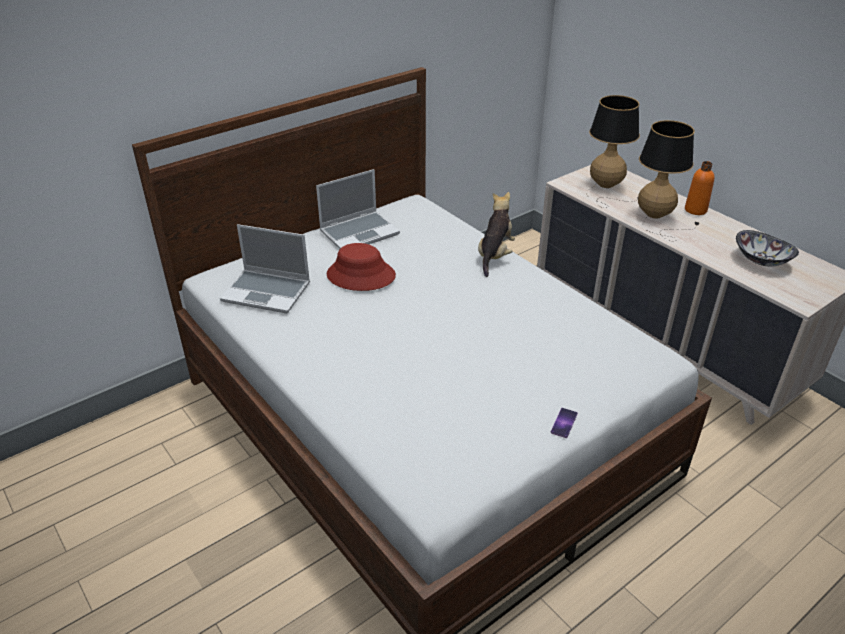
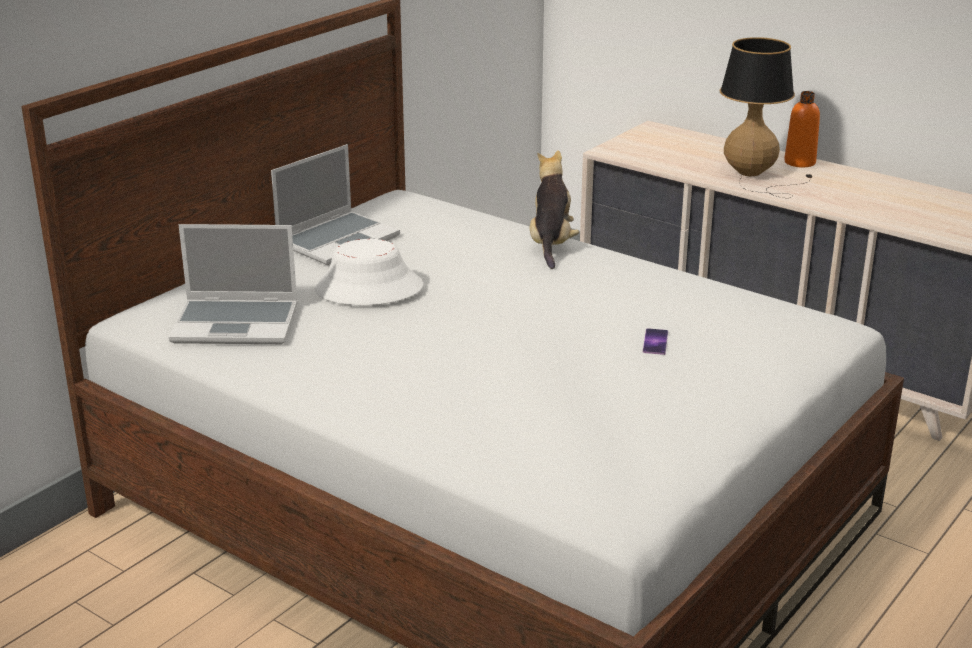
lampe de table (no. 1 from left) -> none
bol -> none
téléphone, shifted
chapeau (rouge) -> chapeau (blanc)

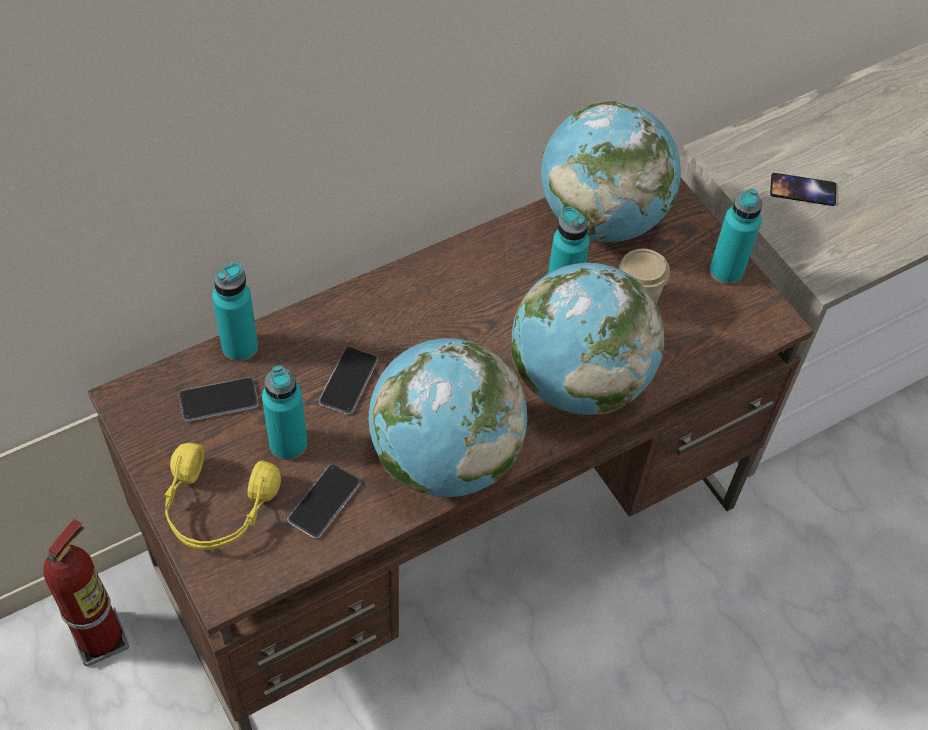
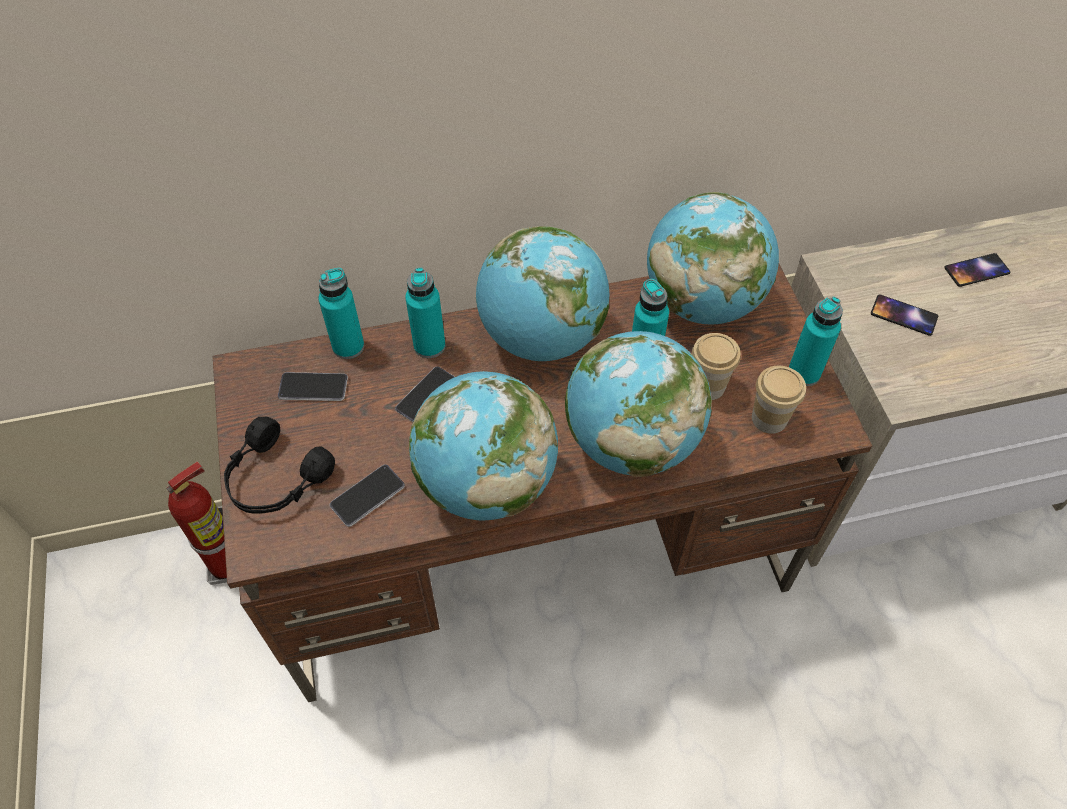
none -> globe (no. 2 from left)
none -> tasse (no. 2 from left)
none -> téléphone (no. 5 from left)
bouteille (turquoise) (no. 2 from left), shifted
casque audio (jaune) -> casque audio (noir)

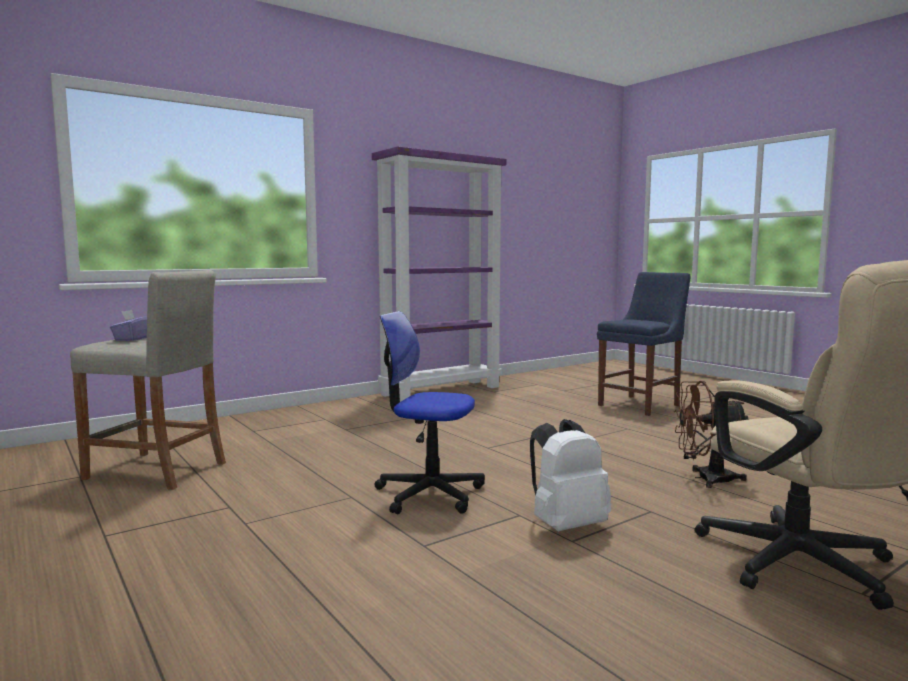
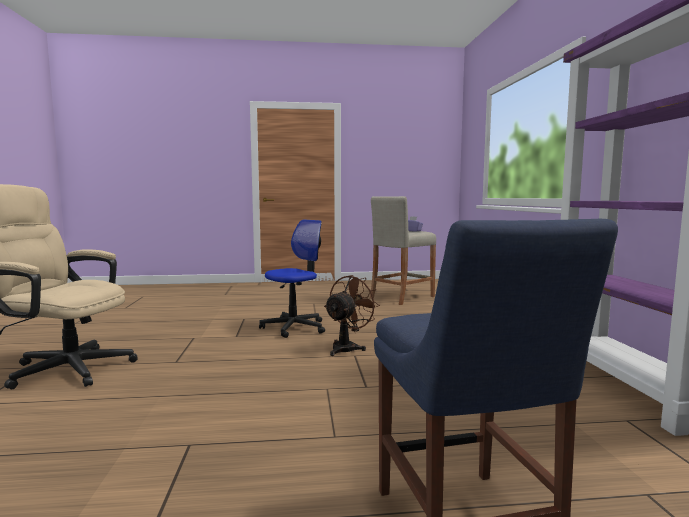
sac à dos (blanc) -> none
ventilateur (marron), shifted

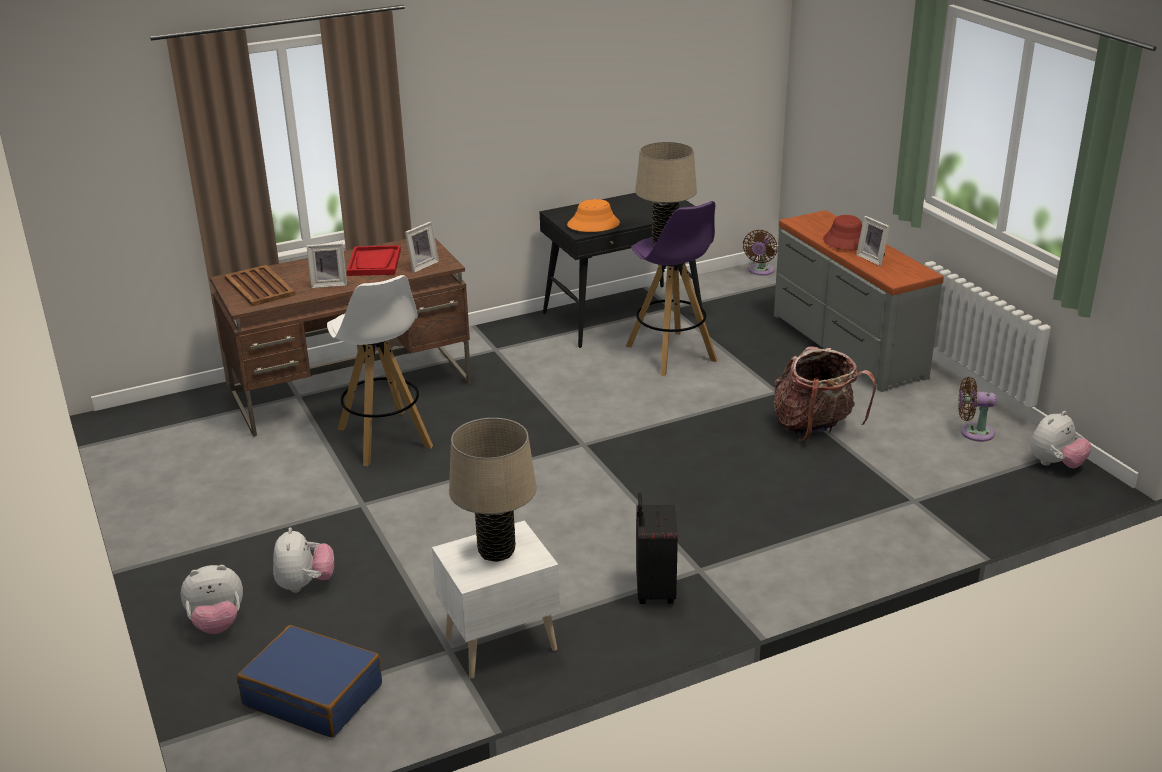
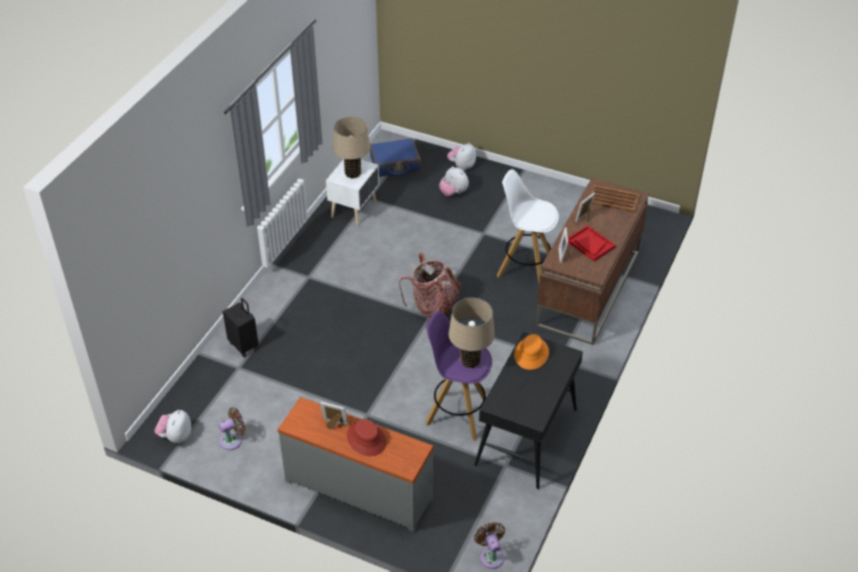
valise (noir), shifted
sac à dos, shifted

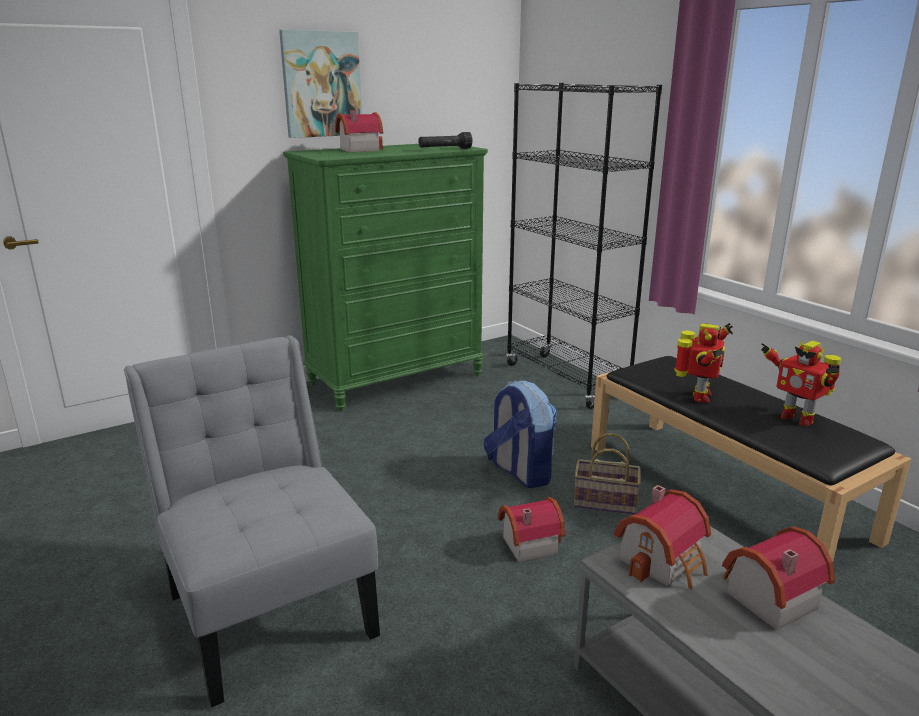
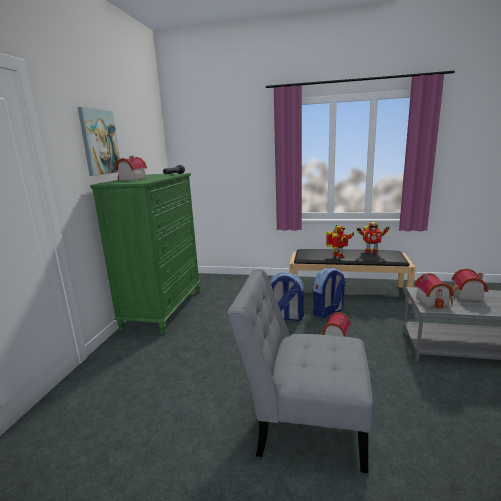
bibliothèque (noir) -> none
panier -> sac à dos (no. 2 from left)

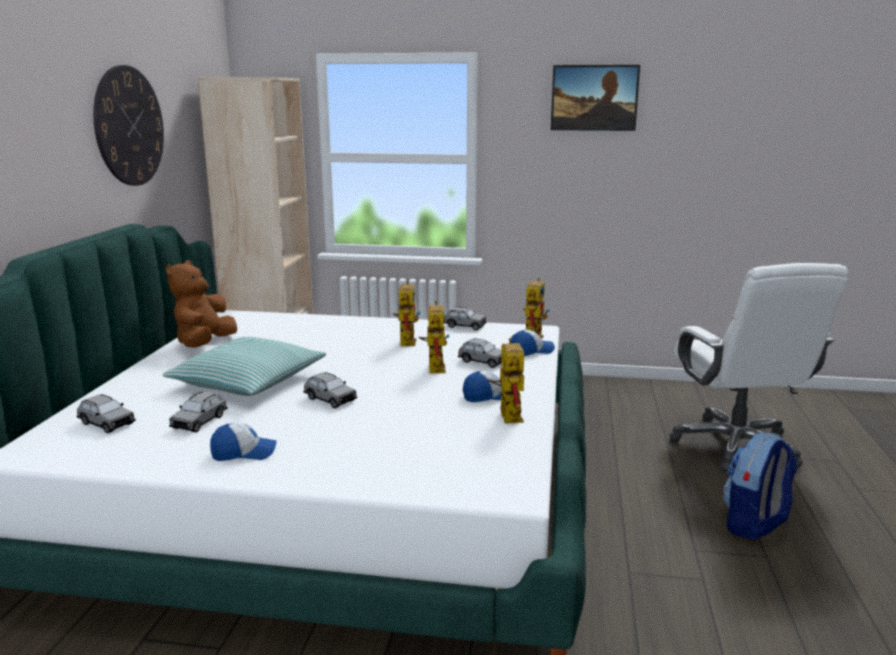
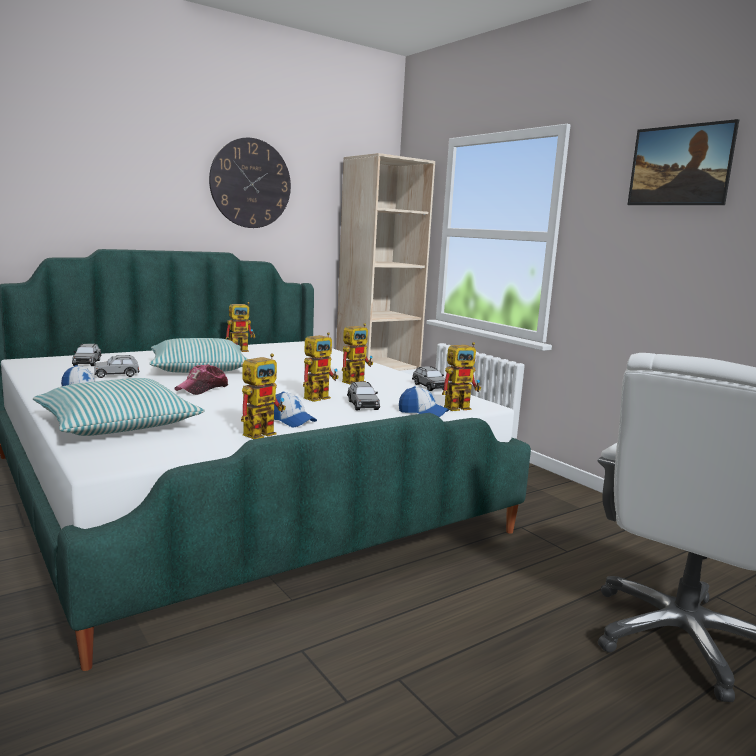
sac à dos -> none
none -> coussin (no. 1 from left)
peluche (marron) -> robot jouet (no. 1 from left)
petite voiture (gris) (no. 3 from left) -> casquette (no. 2 from left)

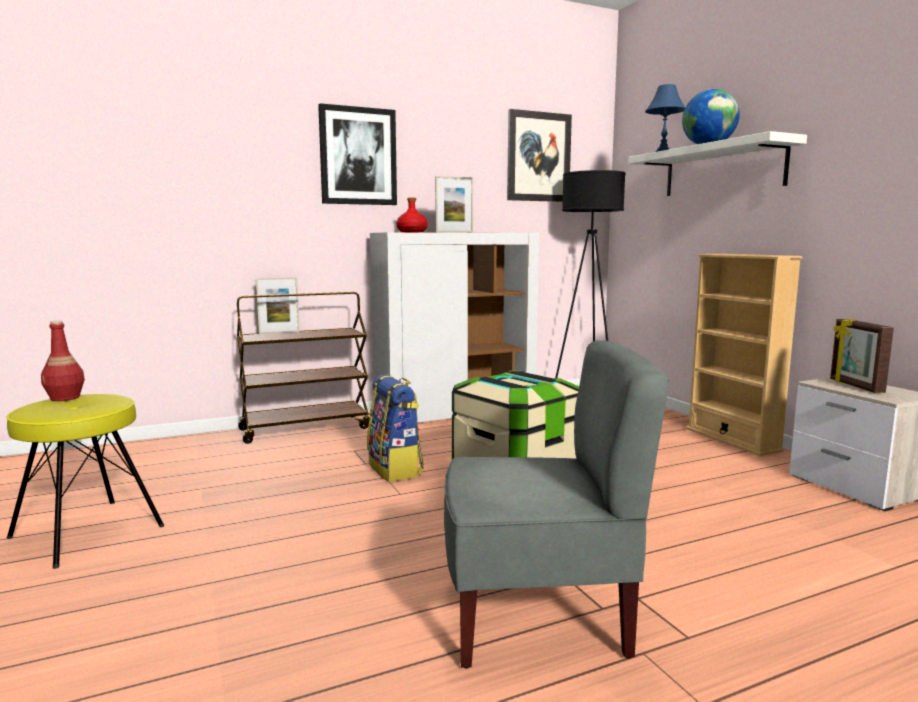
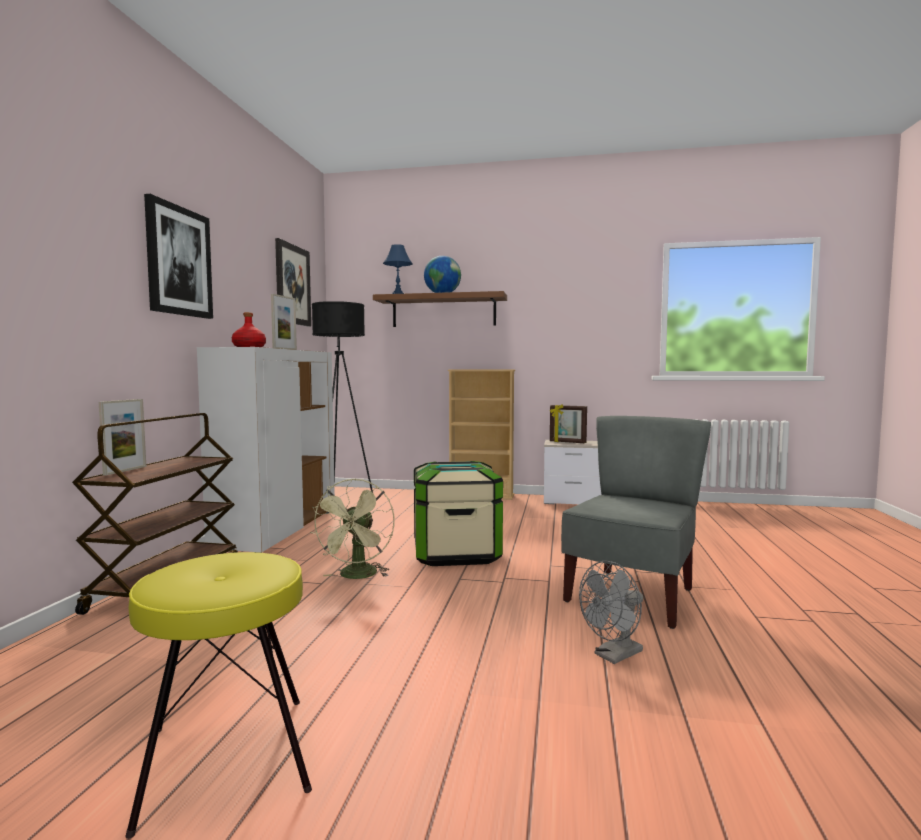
bouteille (rouge) (no. 1 from left) -> none
none -> ventilateur (gris)
sac à dos -> ventilateur (vert)
étagère (blanc) -> étagère (marron)

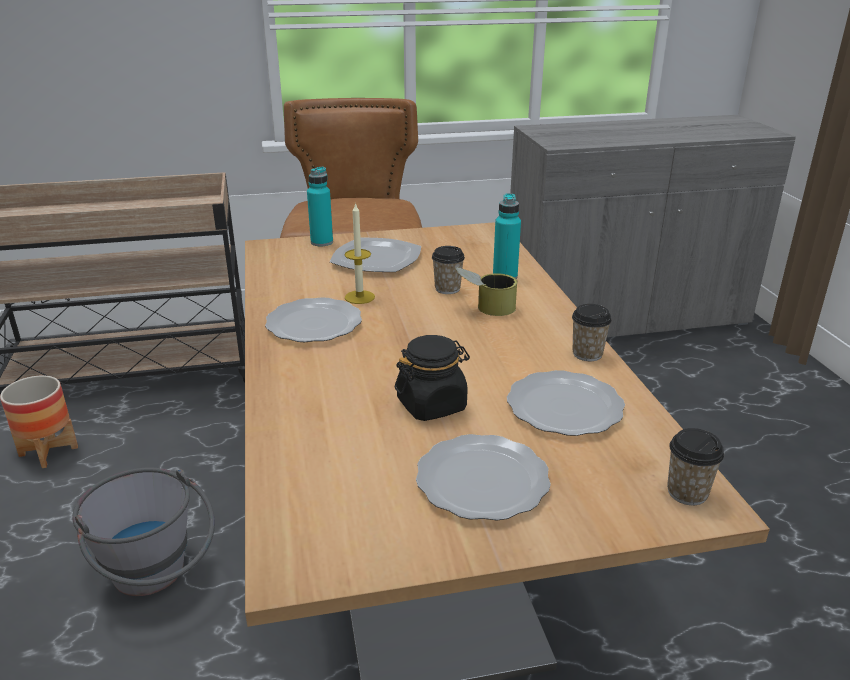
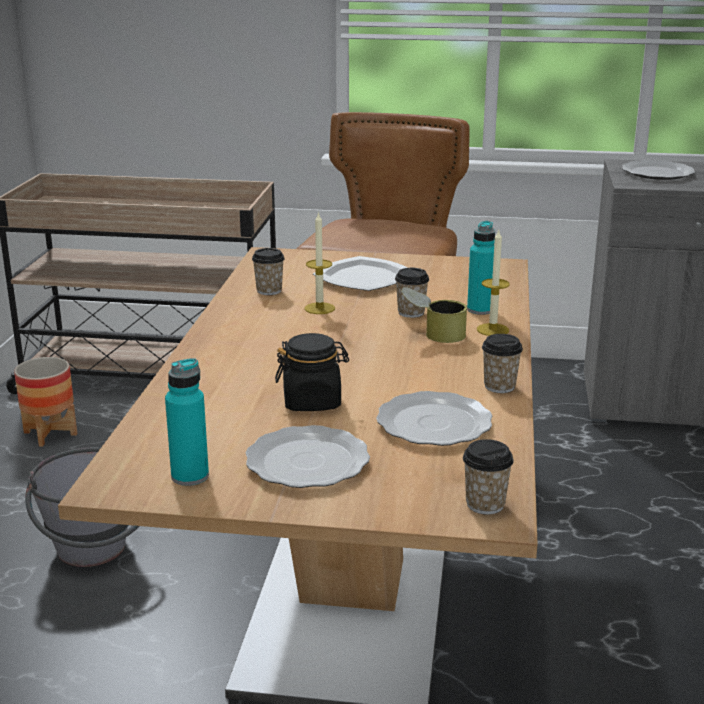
none -> tasse (no. 1 from left)
none -> bougie (no. 2 from left)
assiette (no. 1 from left in the first image) -> assiette (no. 4 from left), shifted
bouteille (turquoise) (no. 1 from left), shifted

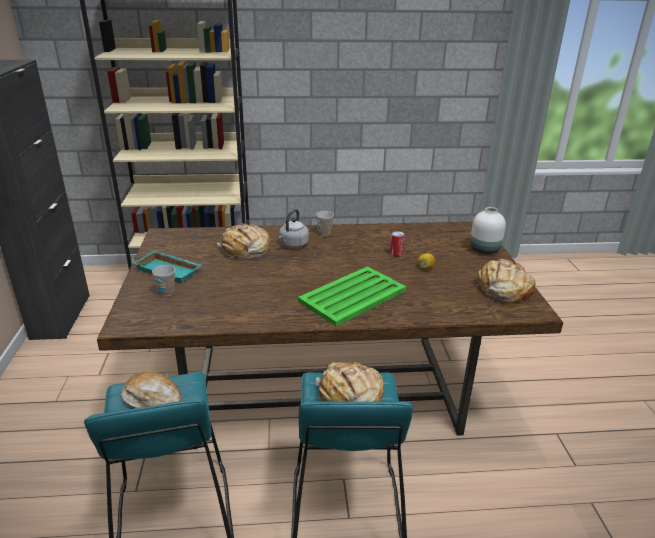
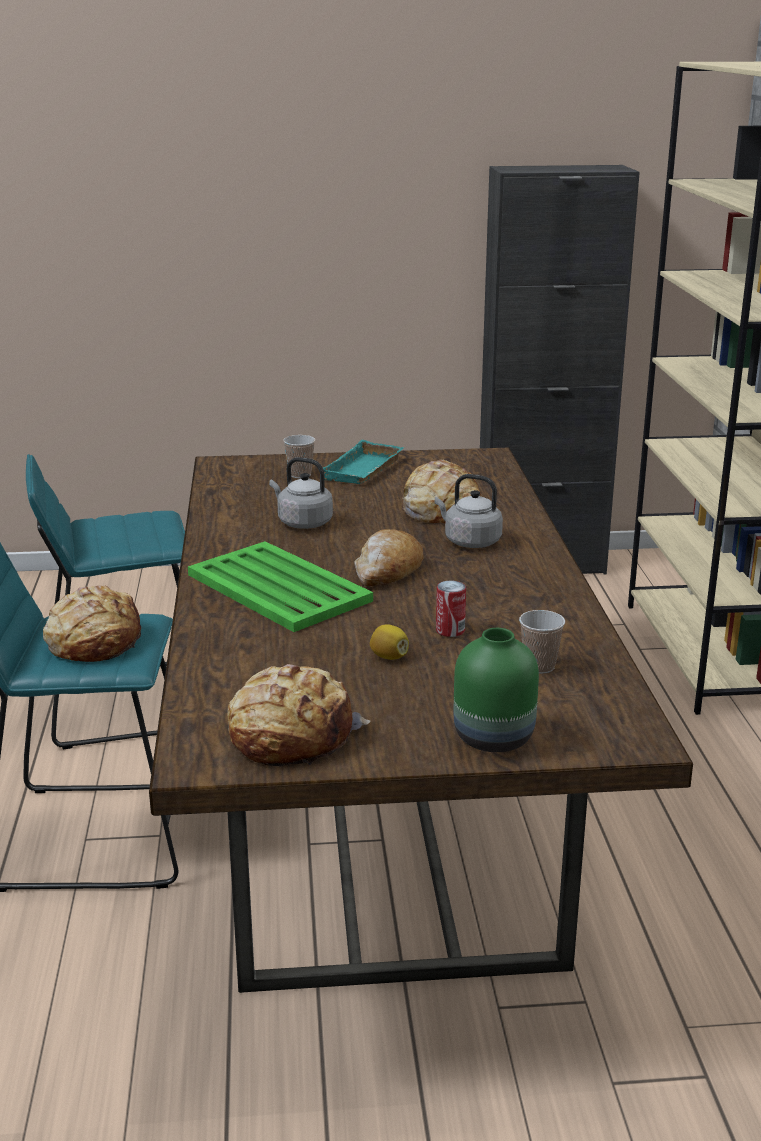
none -> bouilloire (gris) (no. 1 from left)
pain (no. 1 from left in the first image) -> pain (no. 3 from left), shifted
tasse (no. 2 from left), shifted
vase (blanc) -> vase (vert)

